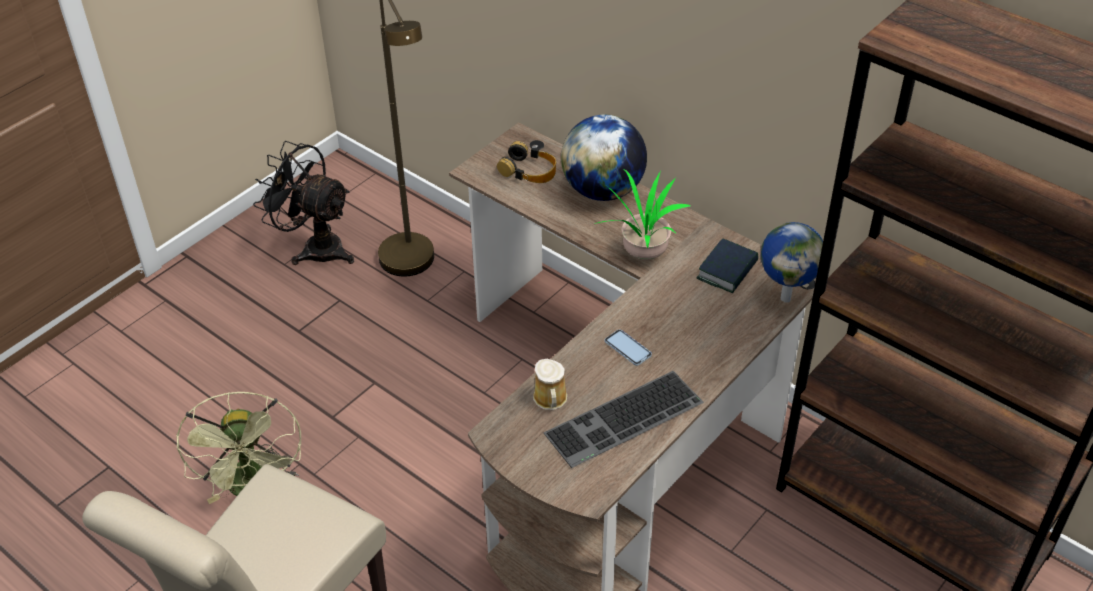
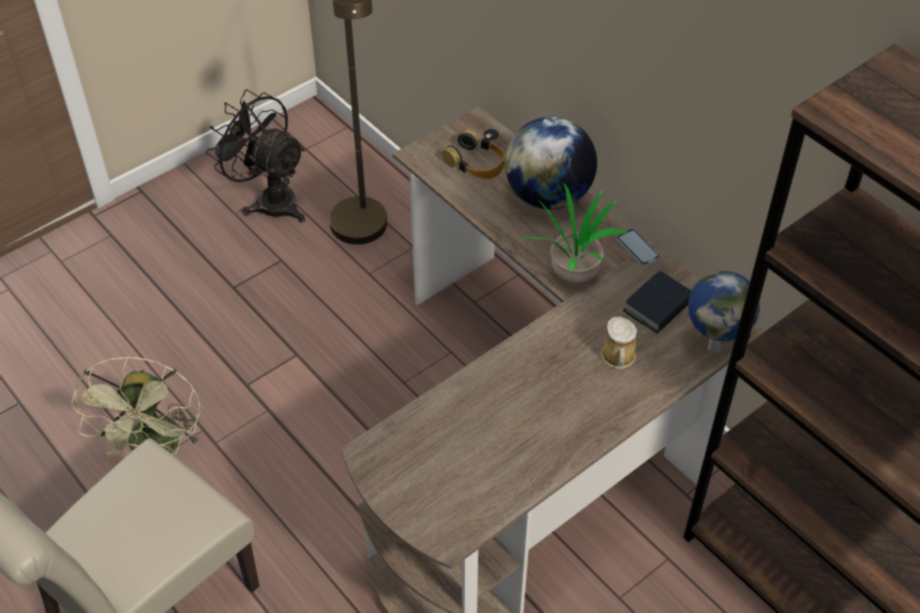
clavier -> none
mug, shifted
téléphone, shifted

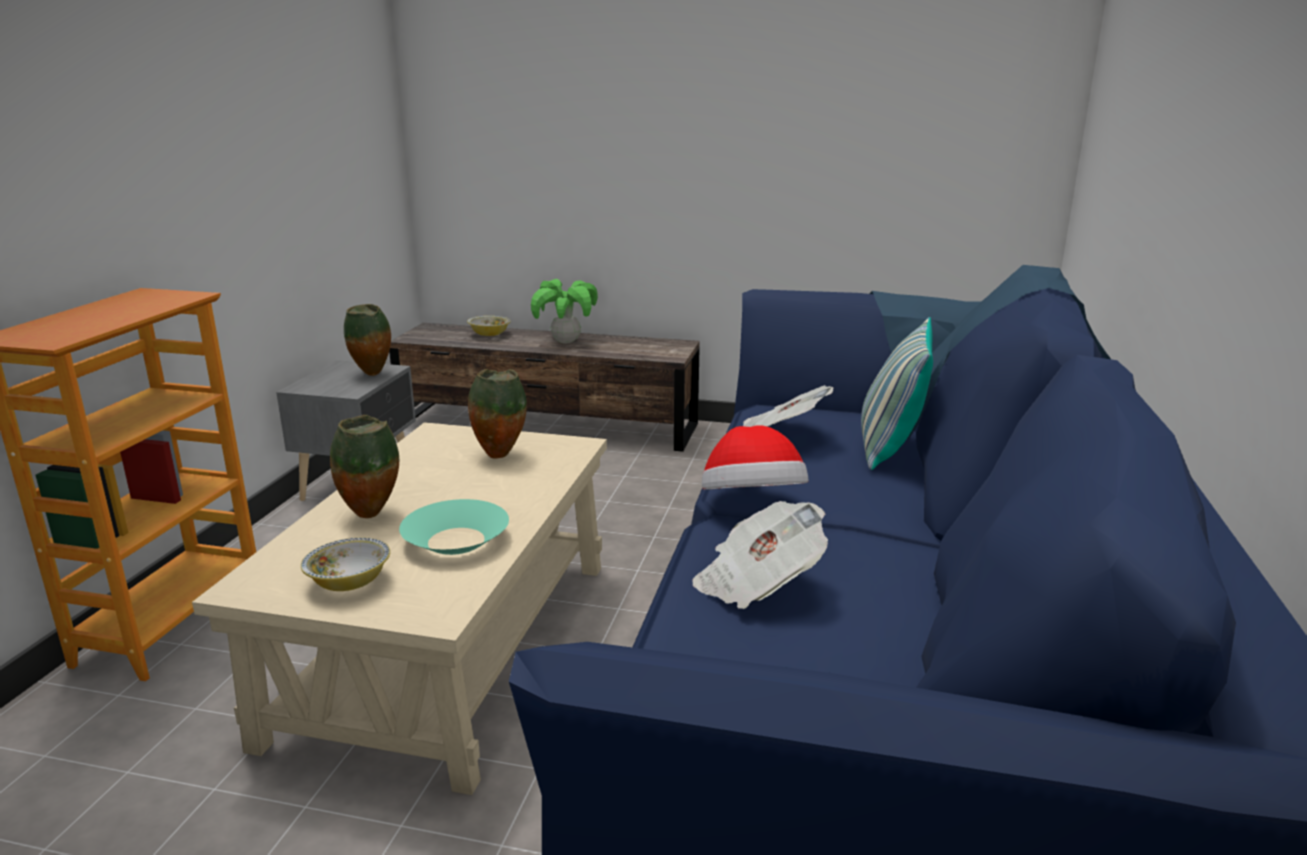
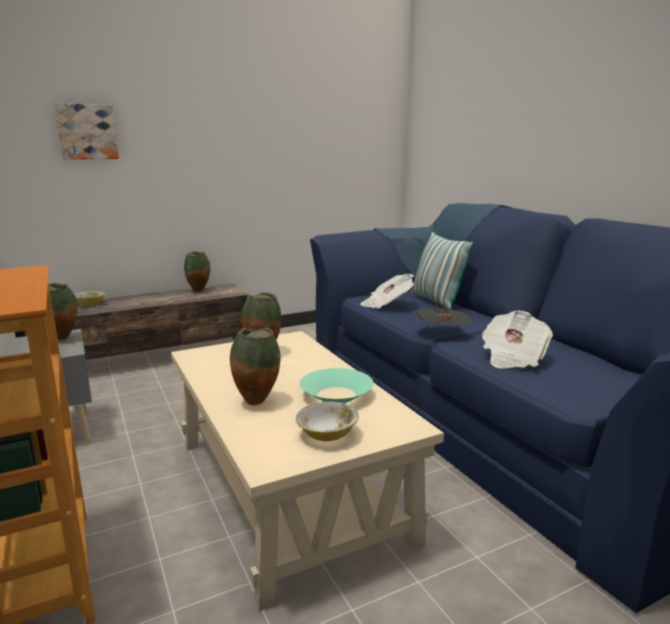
plante en pot -> none
none -> tableau
none -> vase (no. 2 from left)
chapeau -> journal (no. 2 from left)

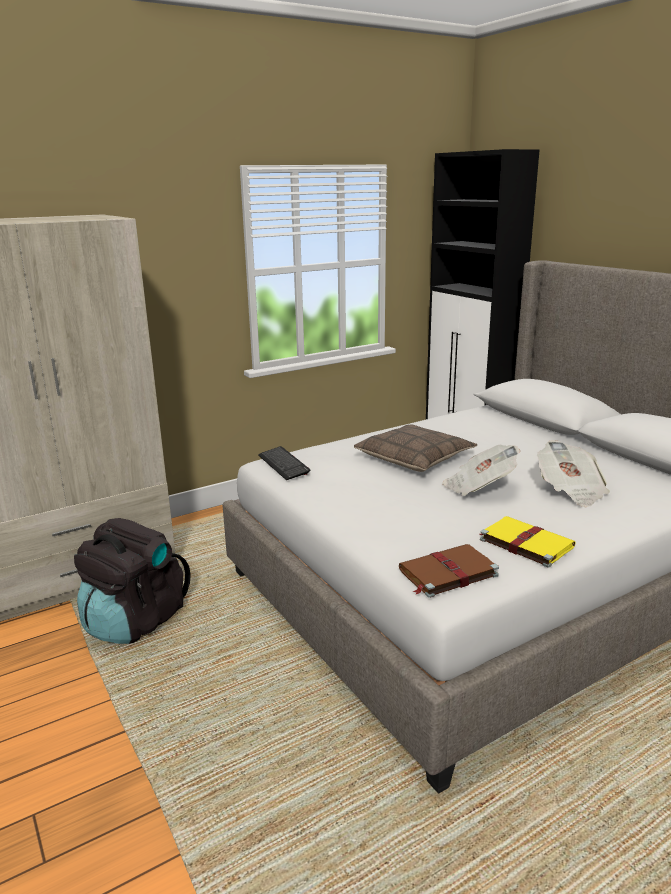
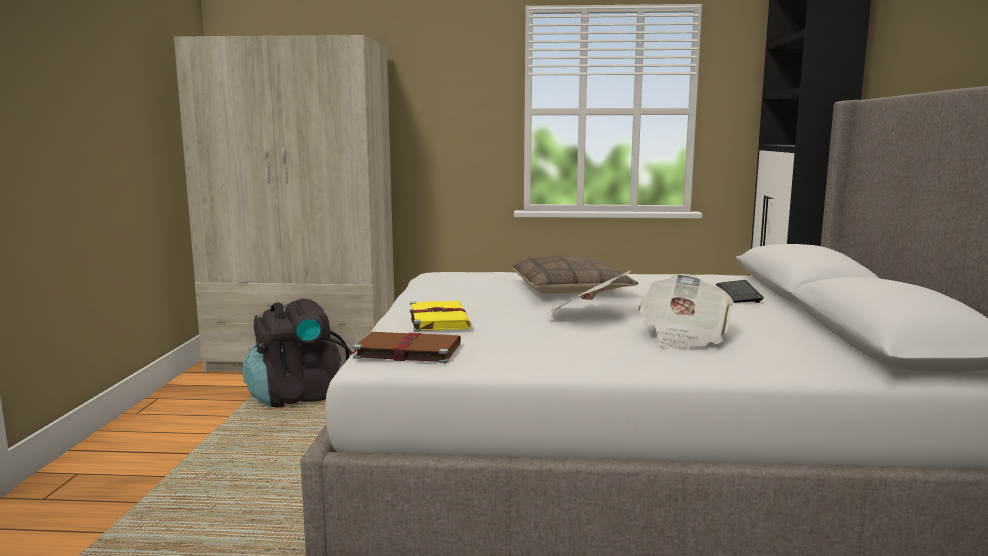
clavier, shifted
livre (jaune), shifted

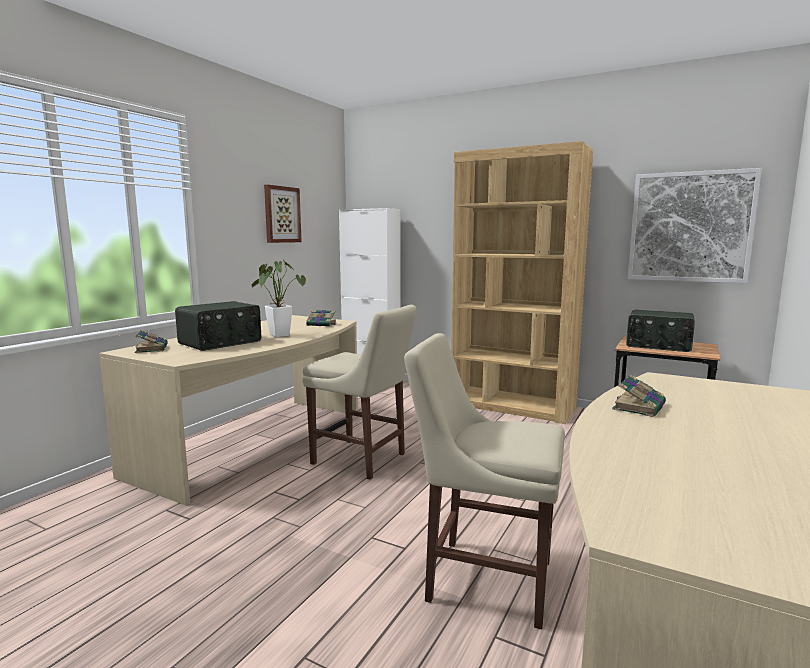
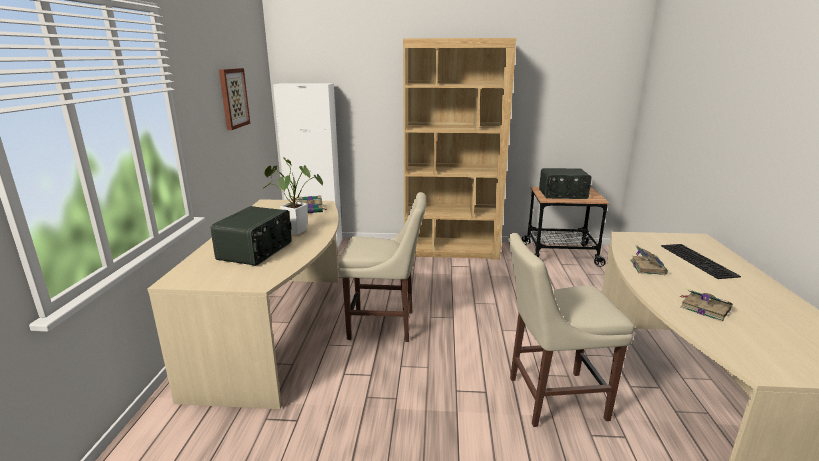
tableau (no. 2 from left) -> none
none -> clavier
livre (no. 1 from left in the first image) -> livre (no. 3 from left), shifted

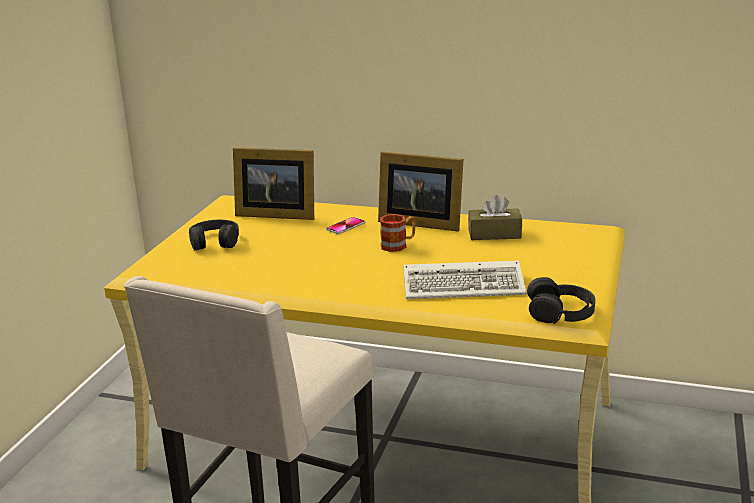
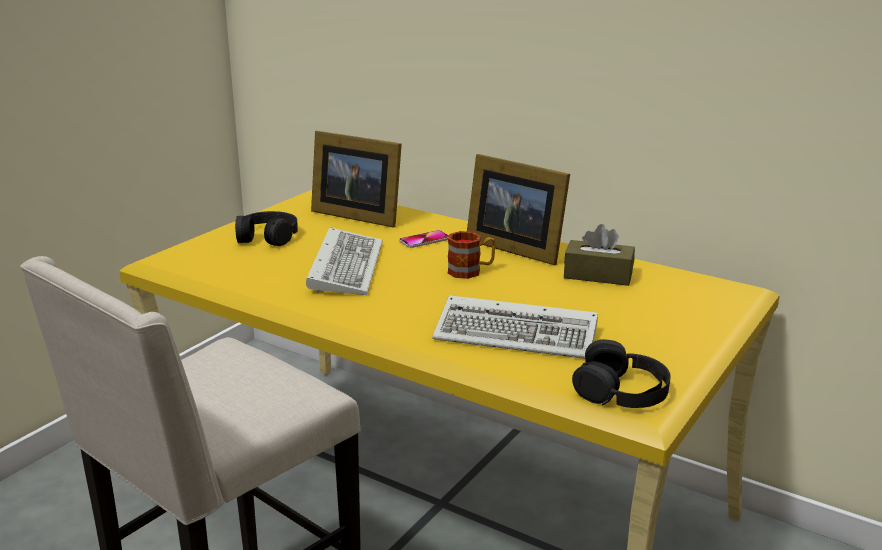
none -> clavier (no. 1 from left)

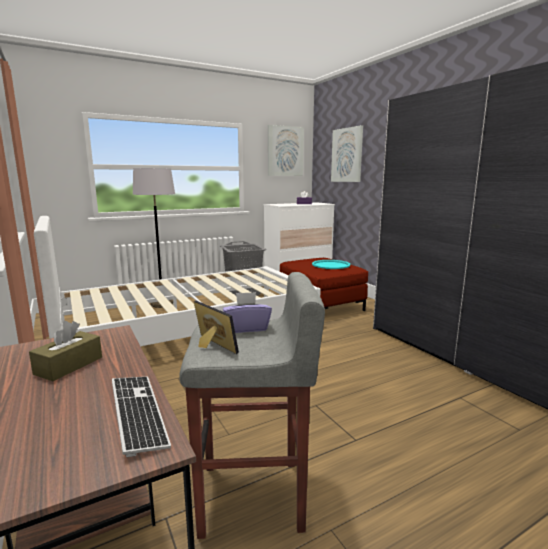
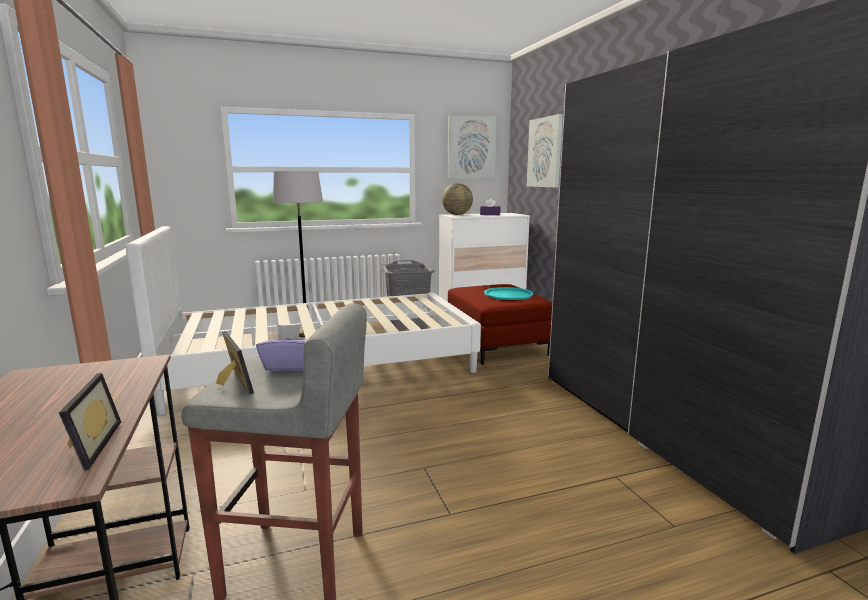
boîte à mouchoirs (marron) -> none
none -> globe
clavier -> cadre photo (no. 1 from left)

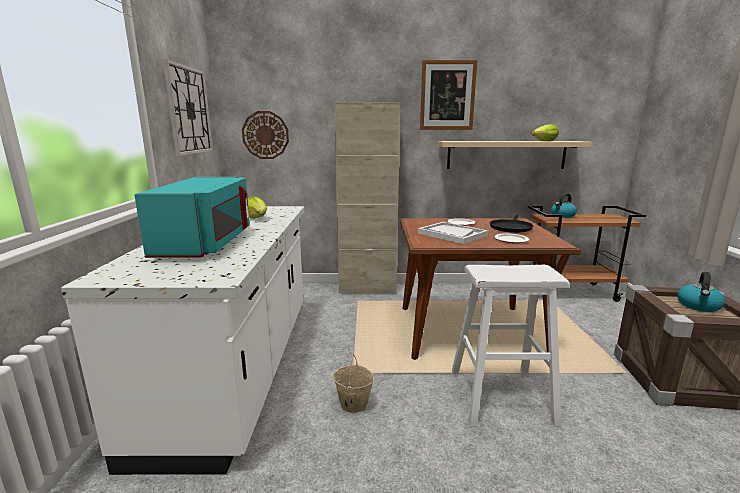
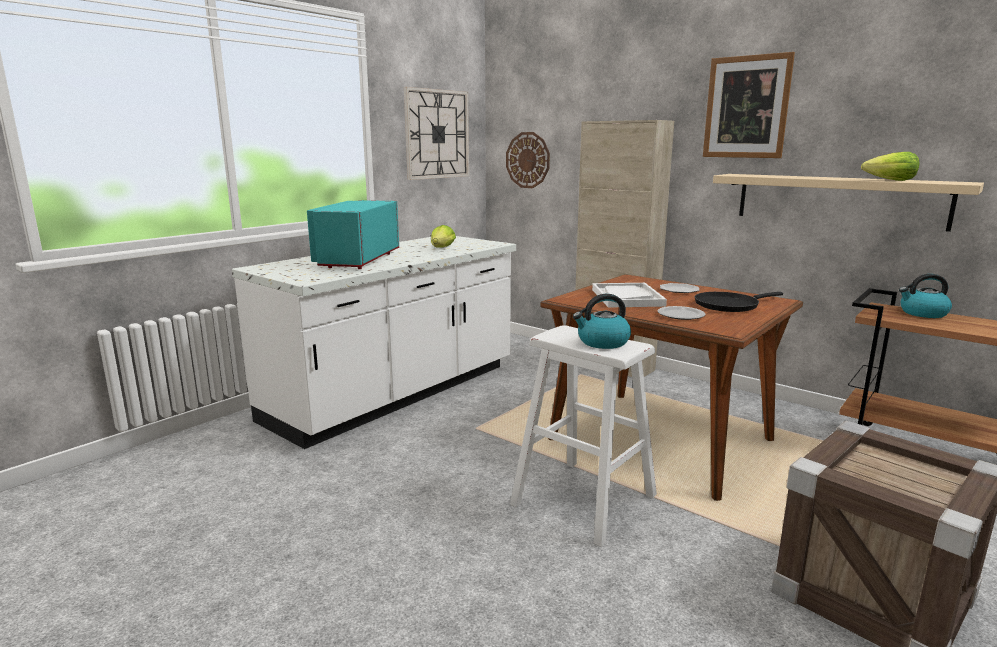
seau (beige) -> none
bouilloire (no. 2 from left in the first image) -> bouilloire (no. 1 from left), shifted
micro-ondes (turquoise), 150 degrees clockwise

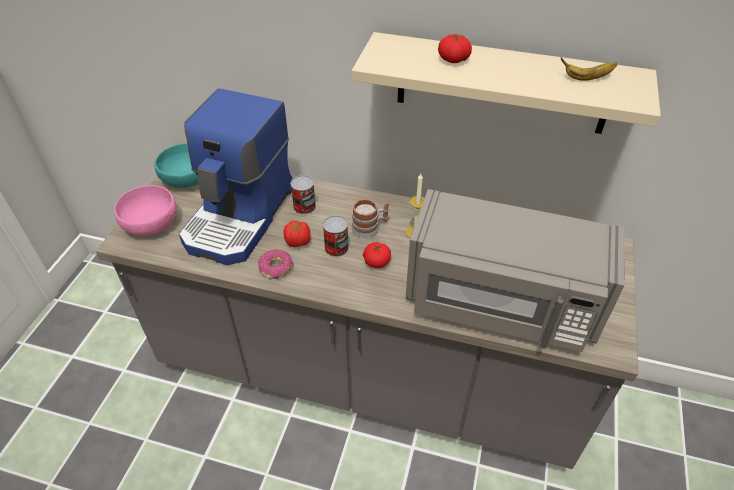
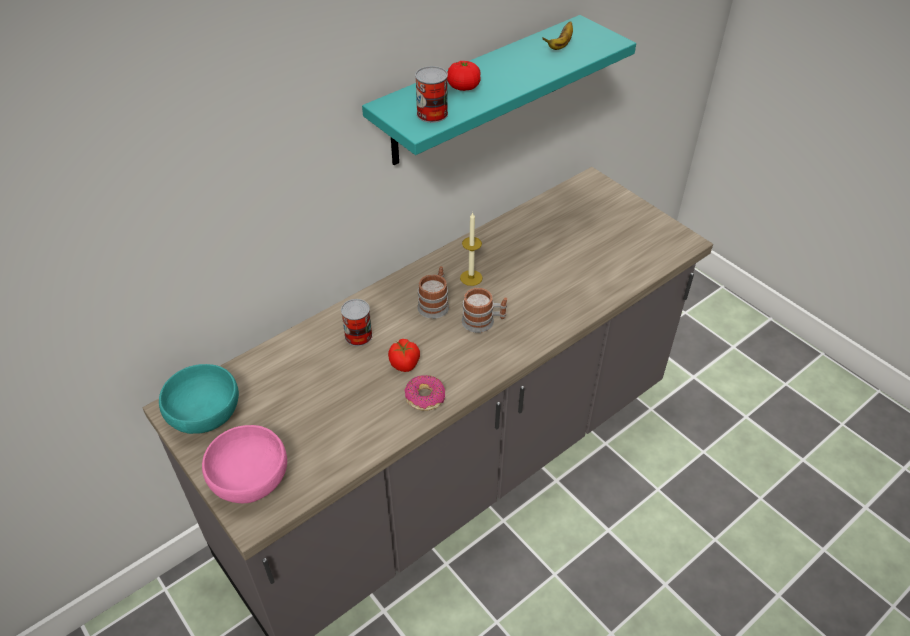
machine à café -> none
micro-ondes (gris) -> none
boîte métallique (no. 2 from left), shifted
tomate (no. 2 from left) -> mug (no. 2 from left)
étagère (beige) -> étagère (turquoise)

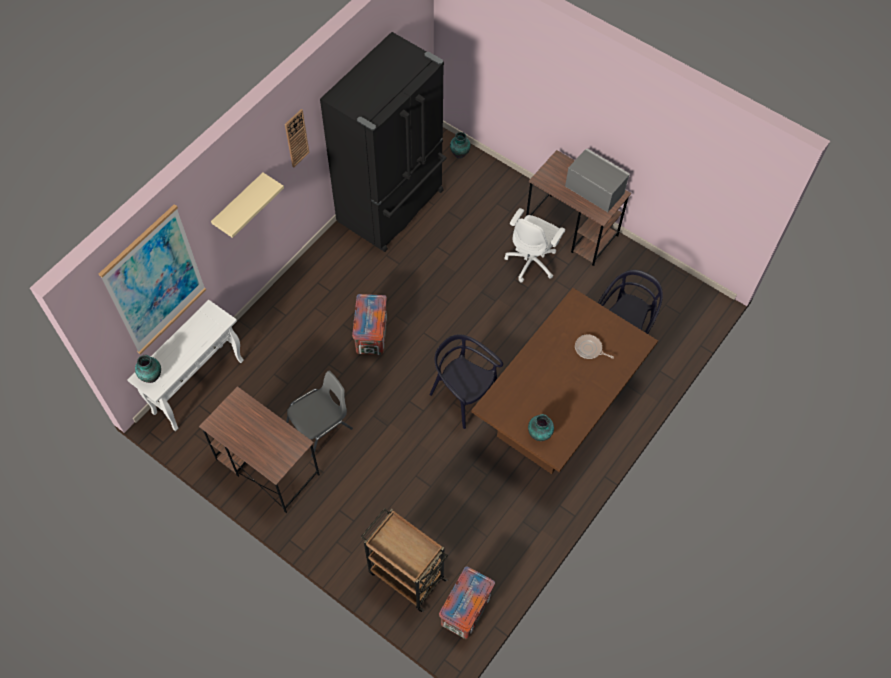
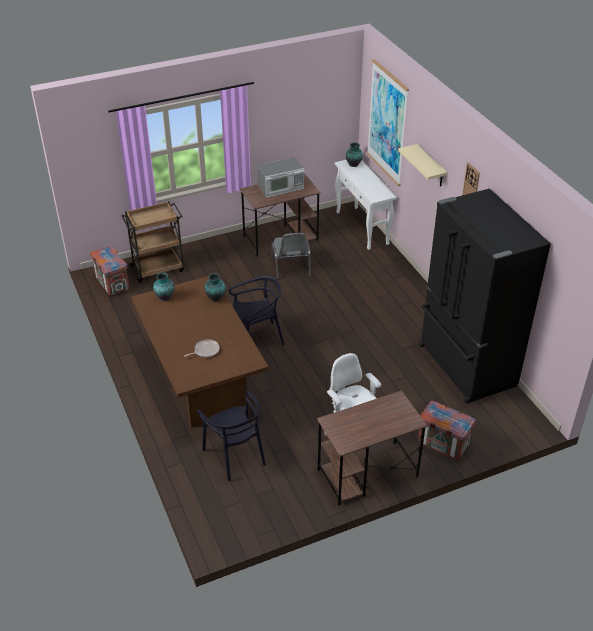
caisse (no. 1 from left in the first image) -> caisse (no. 2 from left), shifted
vase (no. 2 from left), shifted
micro-ondes, shifted

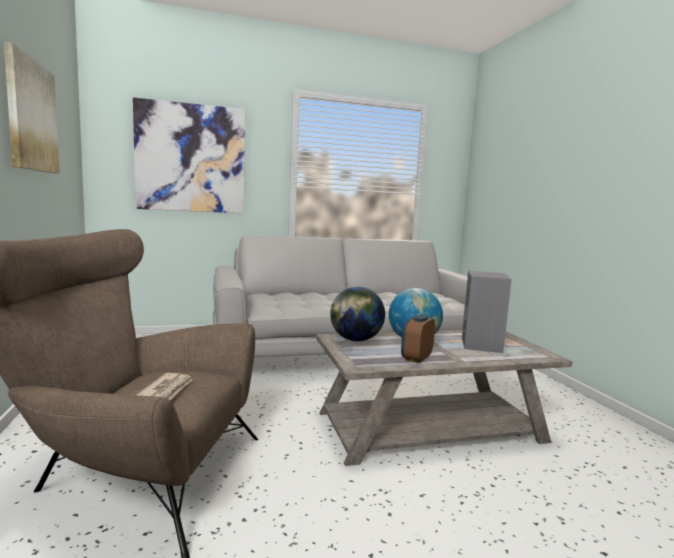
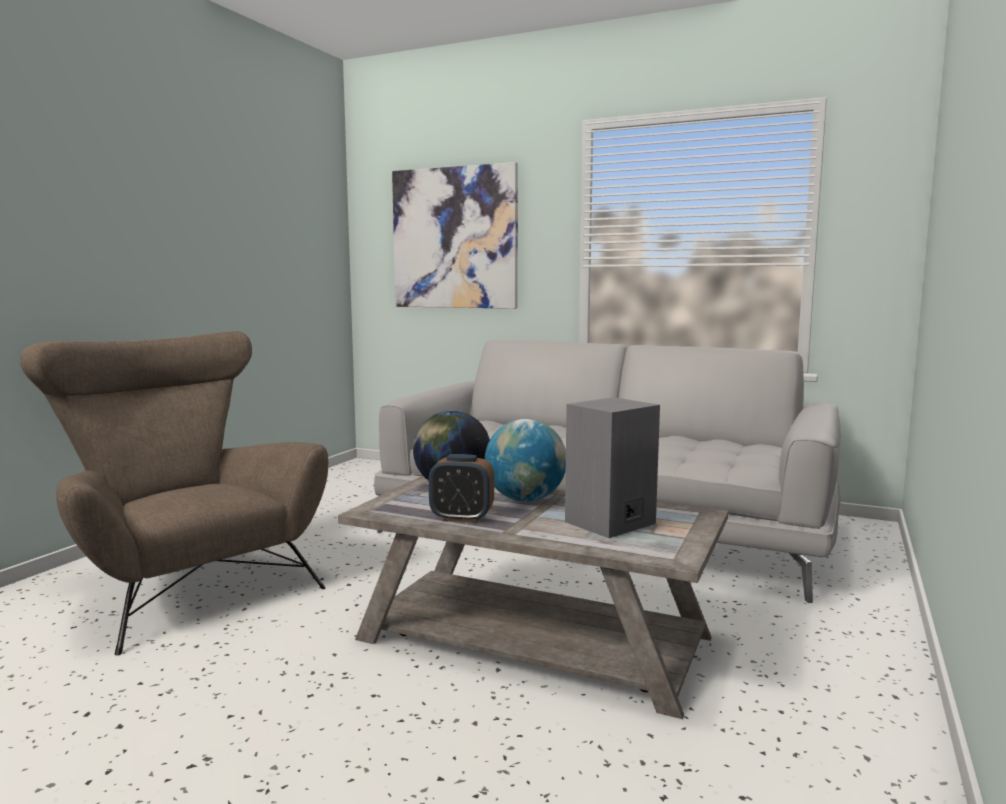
tableau (no. 1 from left) -> none
journal -> none
réveil, 150 degrees counterclockwise

